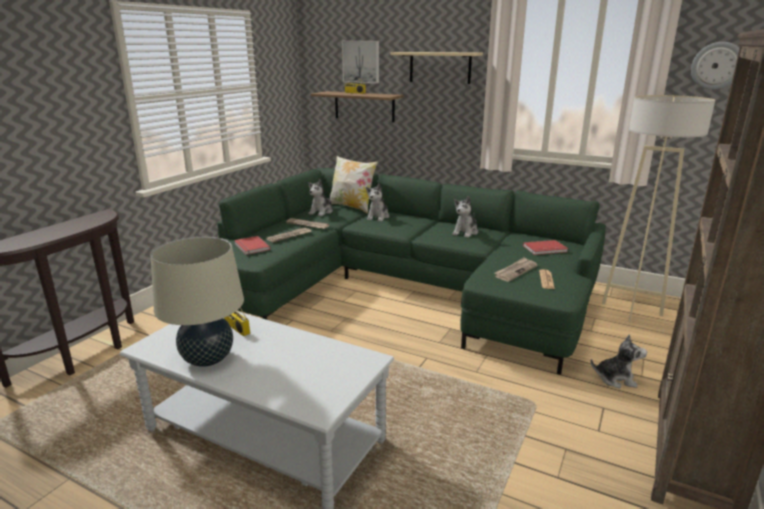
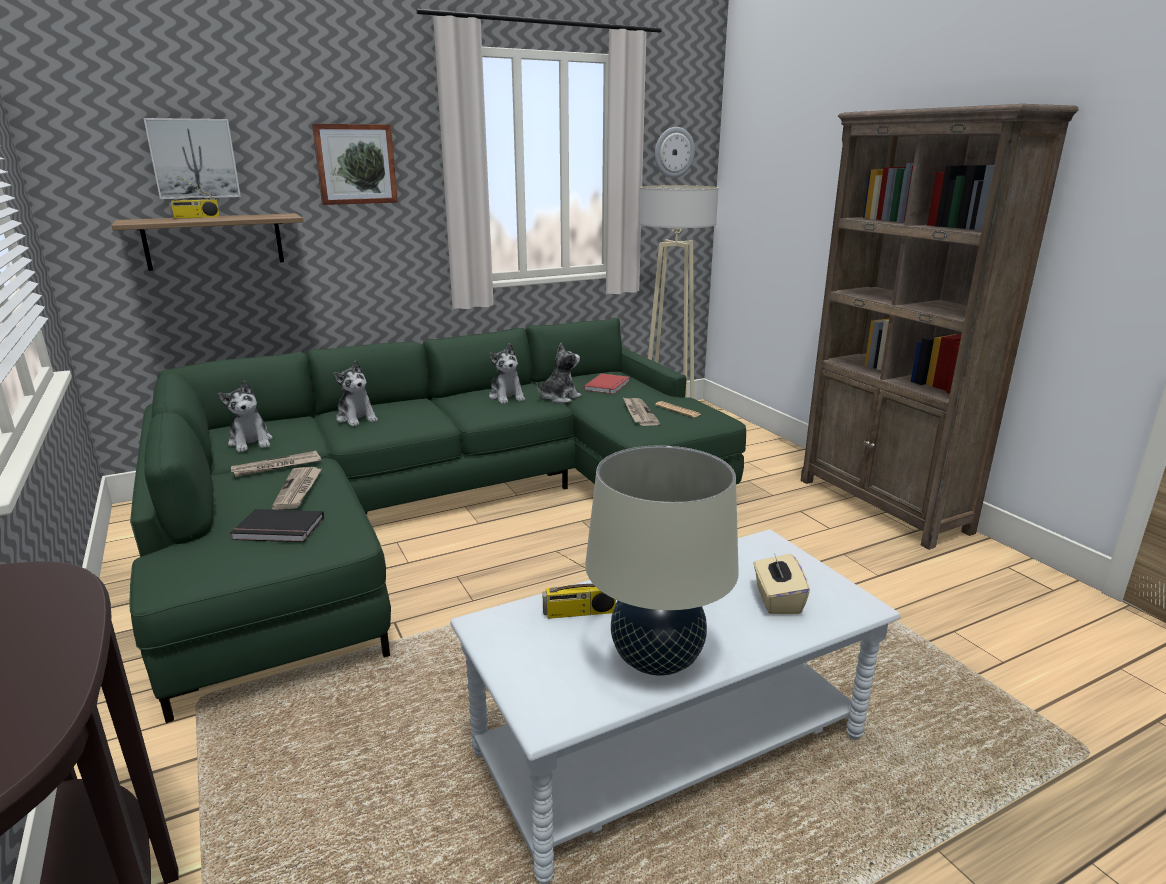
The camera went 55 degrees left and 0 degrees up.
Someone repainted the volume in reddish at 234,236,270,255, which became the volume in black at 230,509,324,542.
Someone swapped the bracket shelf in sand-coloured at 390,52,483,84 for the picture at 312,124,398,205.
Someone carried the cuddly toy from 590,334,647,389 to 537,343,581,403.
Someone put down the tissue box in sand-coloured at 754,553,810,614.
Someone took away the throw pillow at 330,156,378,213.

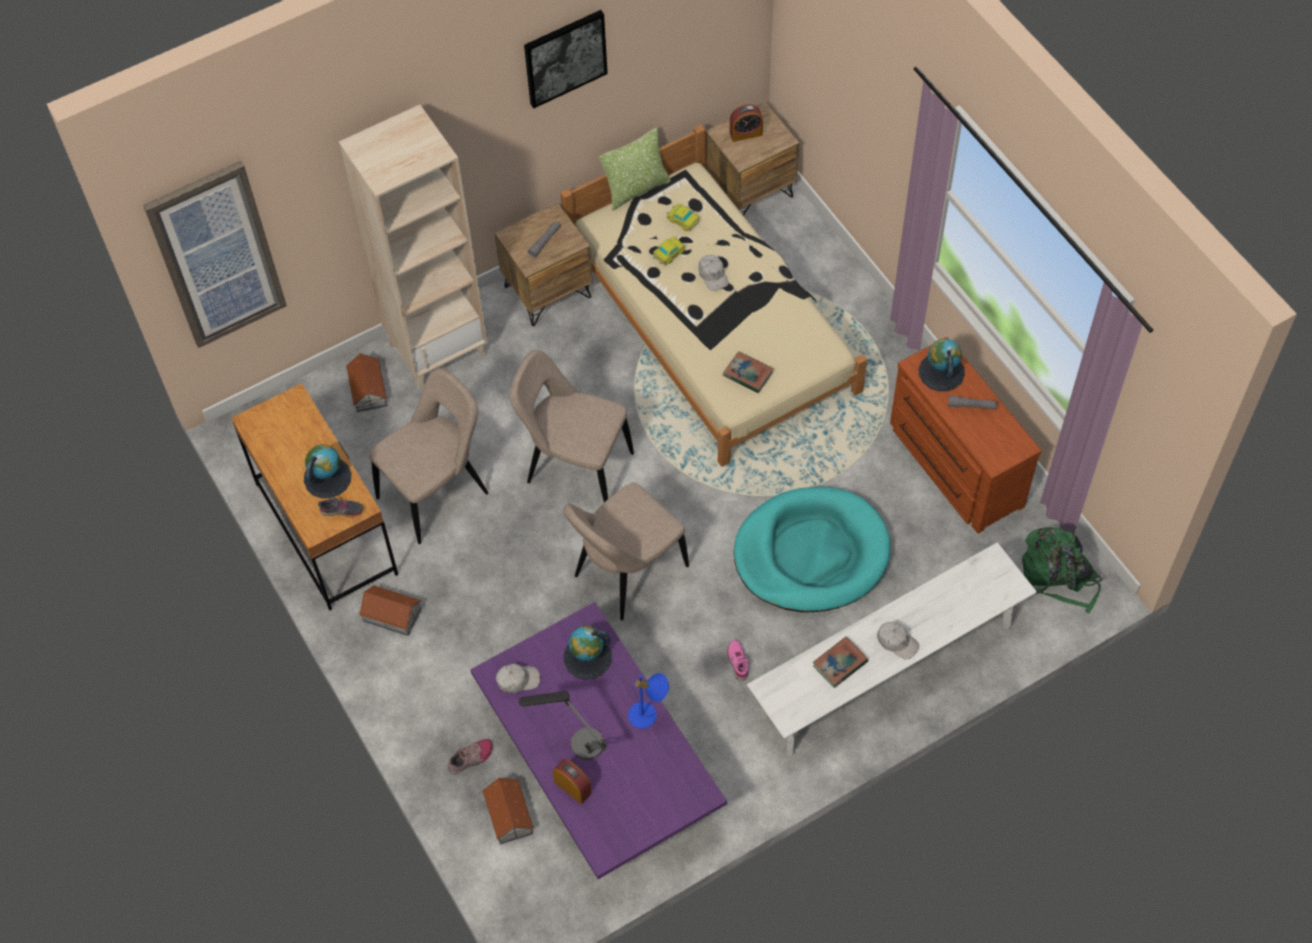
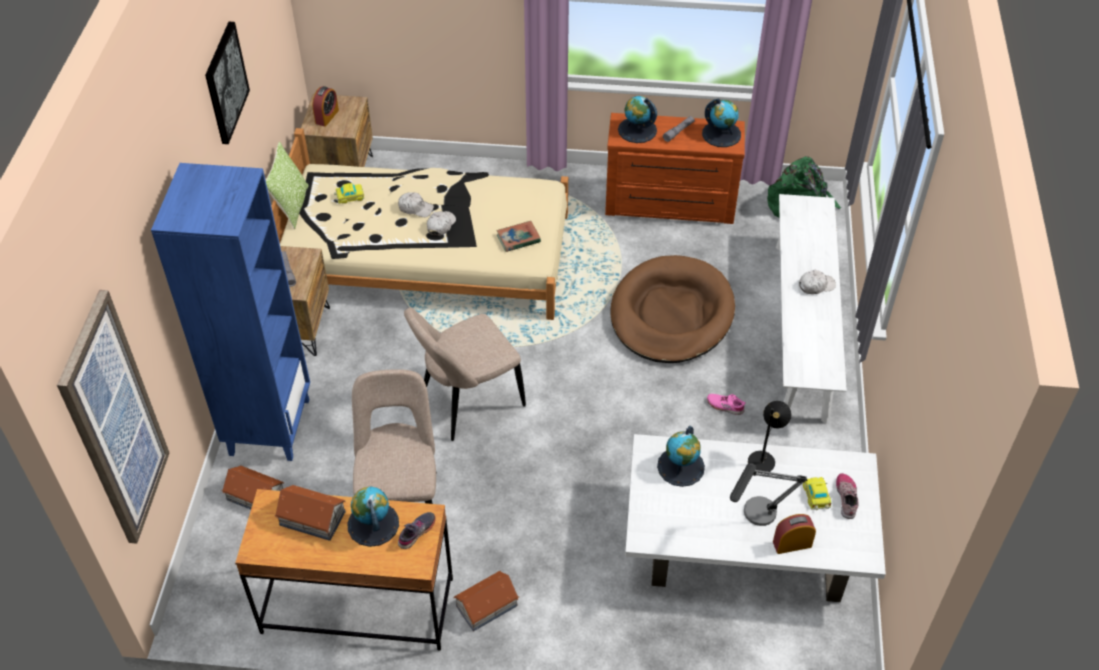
The camera went 55 degrees left and 10 degrees down.
Someone repainted the bookshelf in sand-coloured at 339,104,488,389, which became the bookshelf in blue at 151,163,310,461.
Someone carried the toy house from 482,778,534,844 to 275,485,346,541.
Someone carried the baseball cap in white from 496,664,540,693 to 427,211,456,236.
Someone repainted the dog bed in blue-green at 734,487,891,612, which became the dog bed in brownish at 610,255,735,363.
Someone repainted the low table in purple at 470,602,727,879, which became the low table in white at 625,434,886,602.
Someone put down the globe at 702,98,741,147.
Someone repainted the tabletop lamp in blue at 628,673,669,729, which became the tabletop lamp in black at 748,401,791,474.
Someone carried the miniature car from 652,236,686,266 to 803,477,831,510.
Someone carried the low shoe from 447,739,492,774 to 836,473,859,519.
Someone took away the upright chair in sand-coloured at 563,482,689,620.
Someone took away the volume at 813,636,868,688.

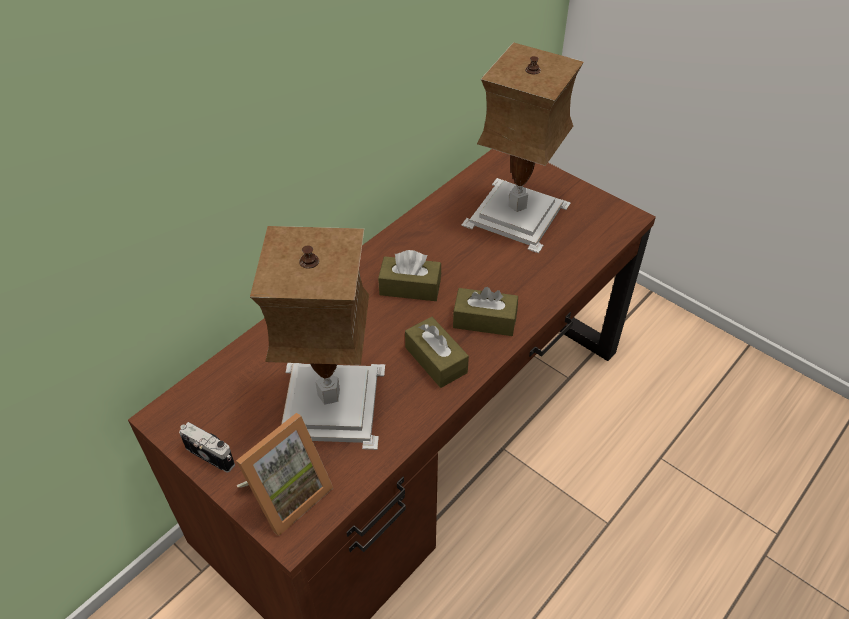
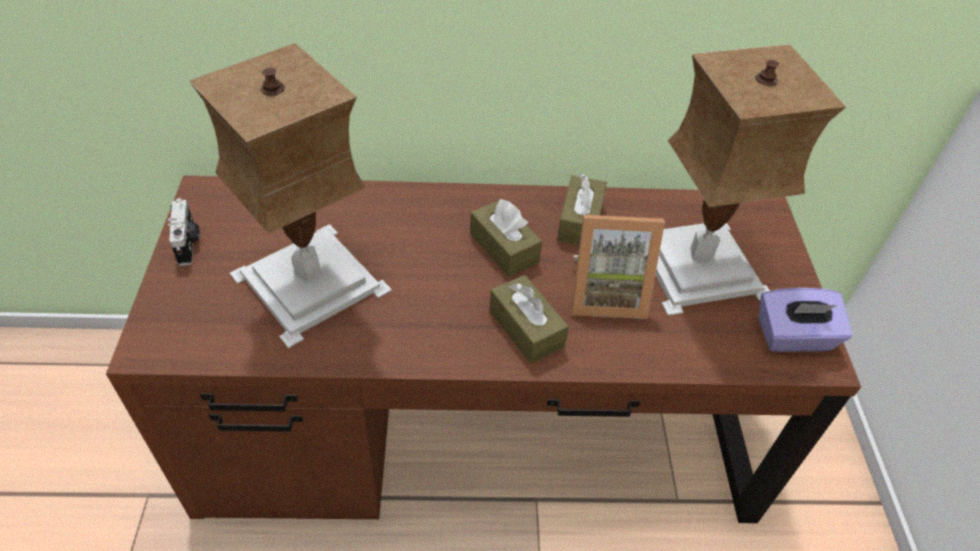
The camera went 45 degrees right and 0 degrees up.
Someone carried the tissue box in brownish from 405,317,469,388 to 557,173,607,245.
Someone carried the photo frame from 236,413,333,536 to 571,215,665,319.
Someone put down the tissue box in purple at 759,288,852,352.

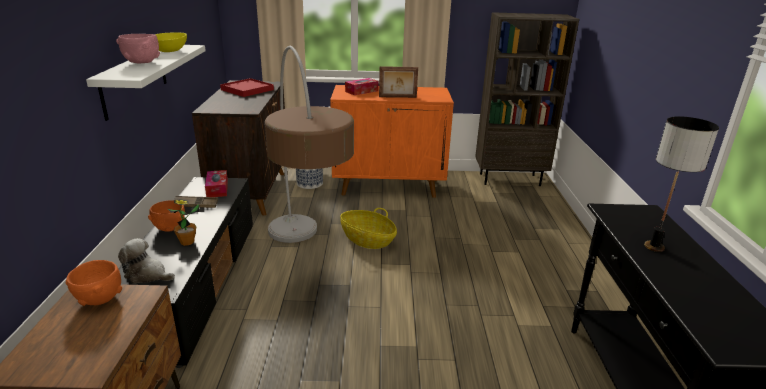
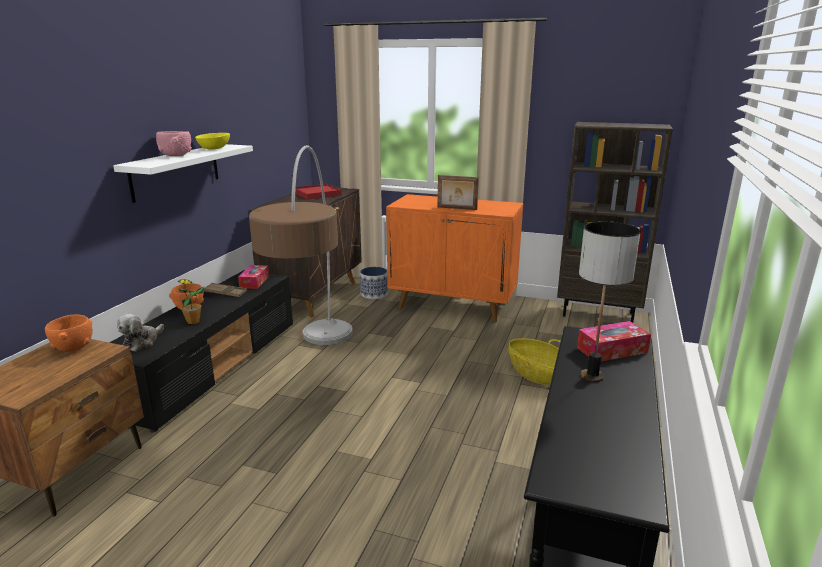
The camera went 20 degrees right and 5 degrees down.
Someone rotated the cuddly toy at 118,238,175,284 by 105 degrees counterclockwise.
Someone carried the storage basket from 340,208,397,249 to 508,338,561,385.
Someone carried the tissue box from 345,78,379,95 to 577,321,651,362.

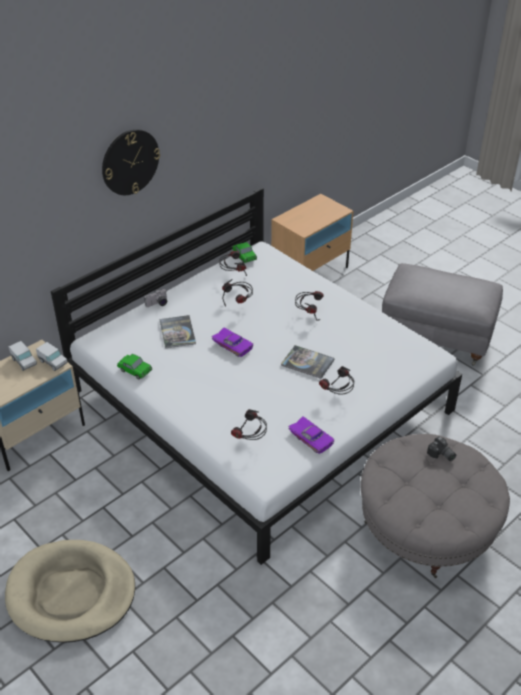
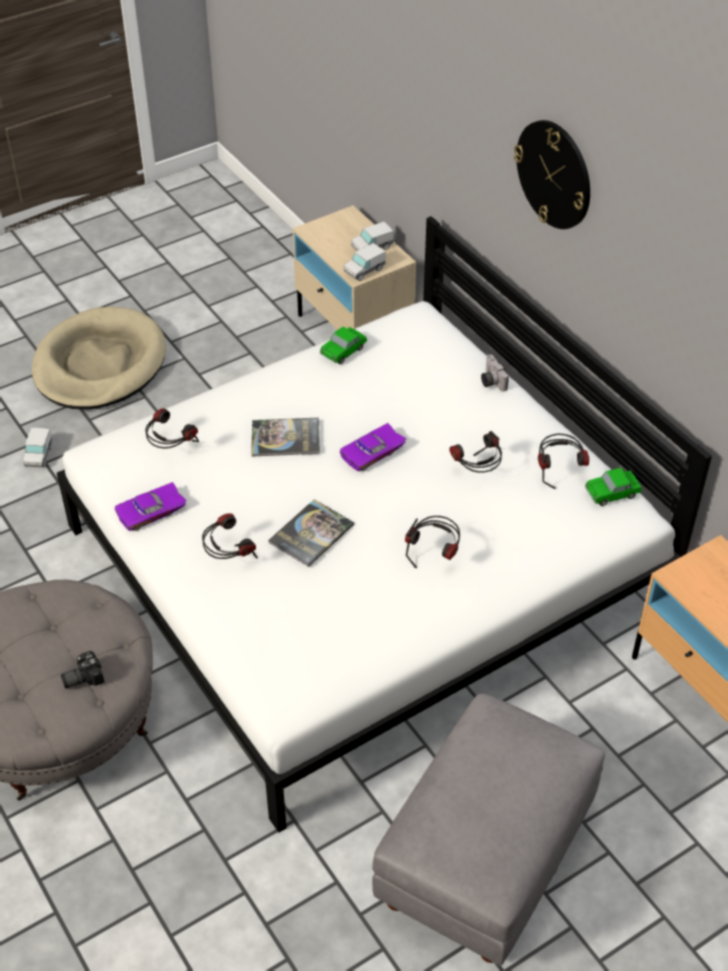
The camera went 100 degrees right and 5 degrees up.
Someone put down the toy truck at 23,428,52,467.
Someone carried the volume from 160,315,196,348 to 251,417,320,456.

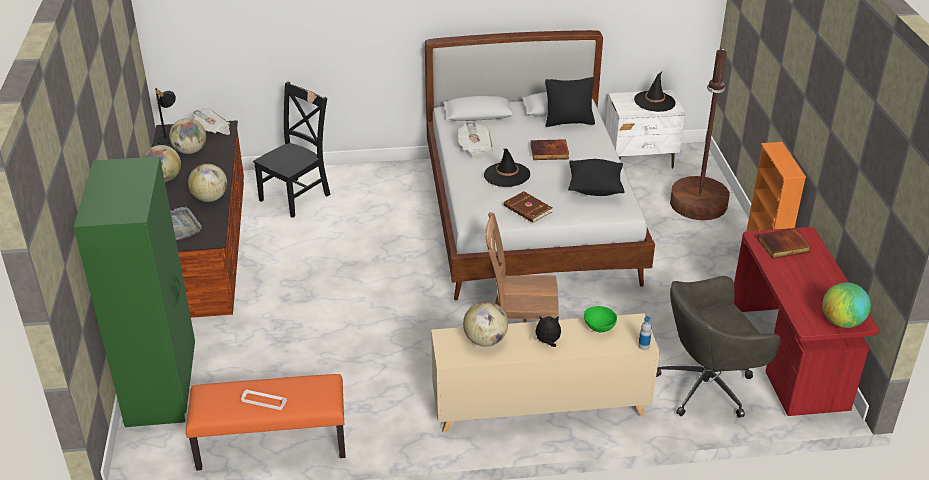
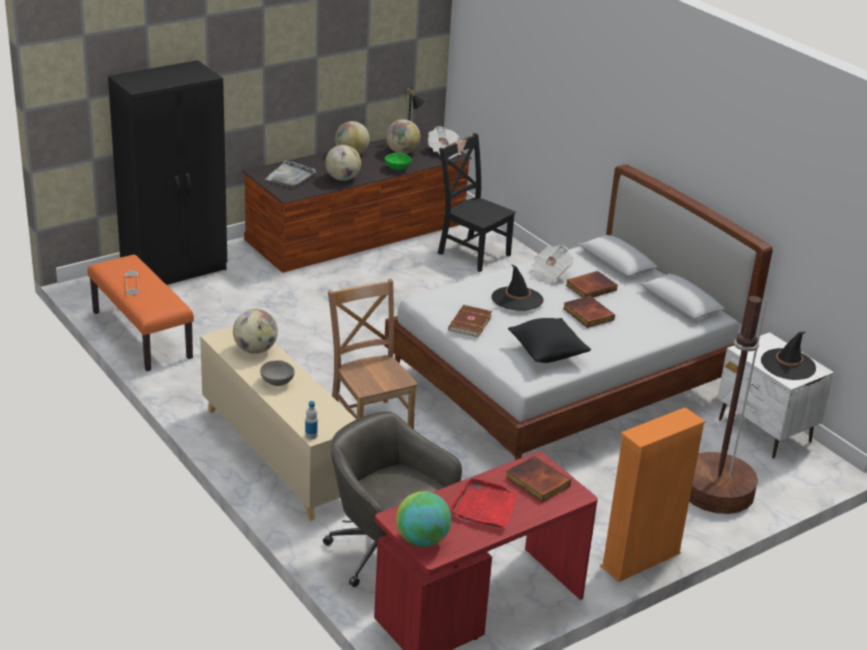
The camera went 60 degrees right and 5 degrees down.
Someone repainted the clothes cupboard in green at 74,157,195,427, which became the clothes cupboard in black at 108,60,227,285.
Someone swapped the cuddly toy at 534,316,561,347 for the bowl in grey at 260,360,295,386.
Someone carried the bowl in green from 584,306,617,332 to 385,153,411,170.
Someone rotated the upright chair in black at 253,81,330,218 by 150 degrees counterclockwise.
Someone put down the serving tray in reddish at 449,478,517,528.
Someone put down the volume at 566,271,618,298.
Someone took away the throw pillow in black at 545,77,595,127.

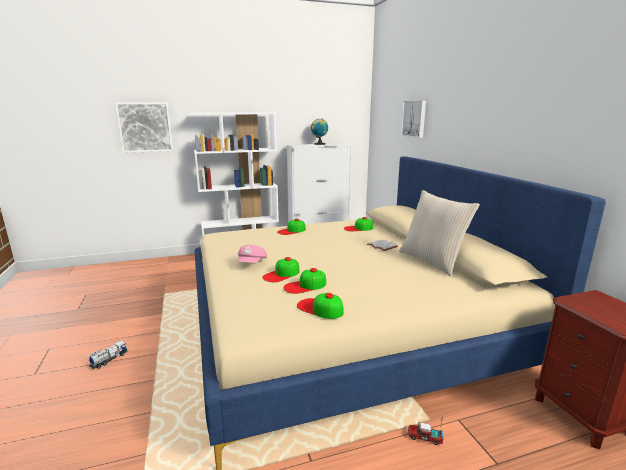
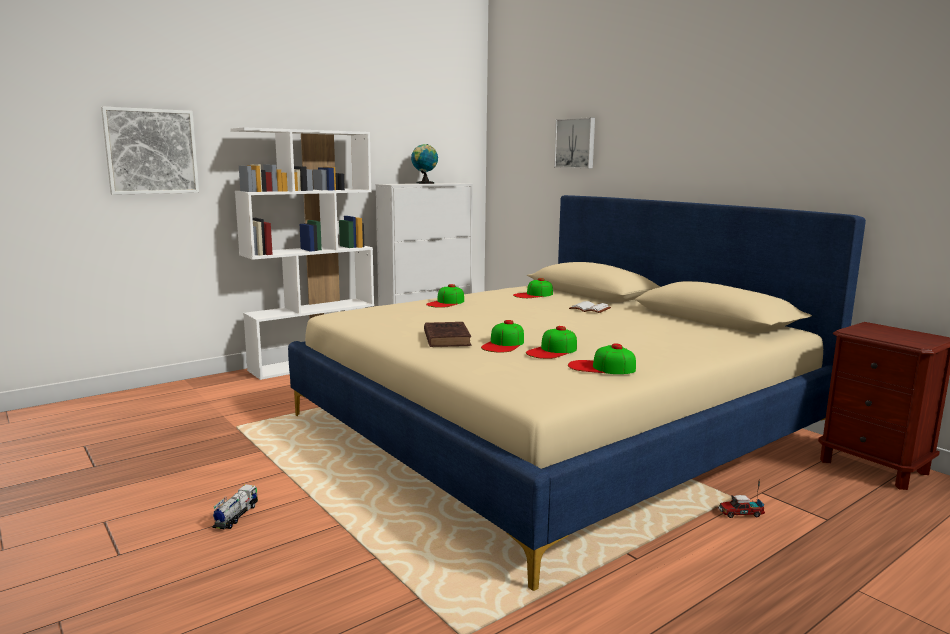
The camera went 20 degrees left and 5 degrees down.
Someone swapped the baseball cap in pinkish at 237,245,267,263 for the volume in brownish at 424,322,471,347.
Someone took away the throw pillow in sand-coloured at 399,190,480,276.

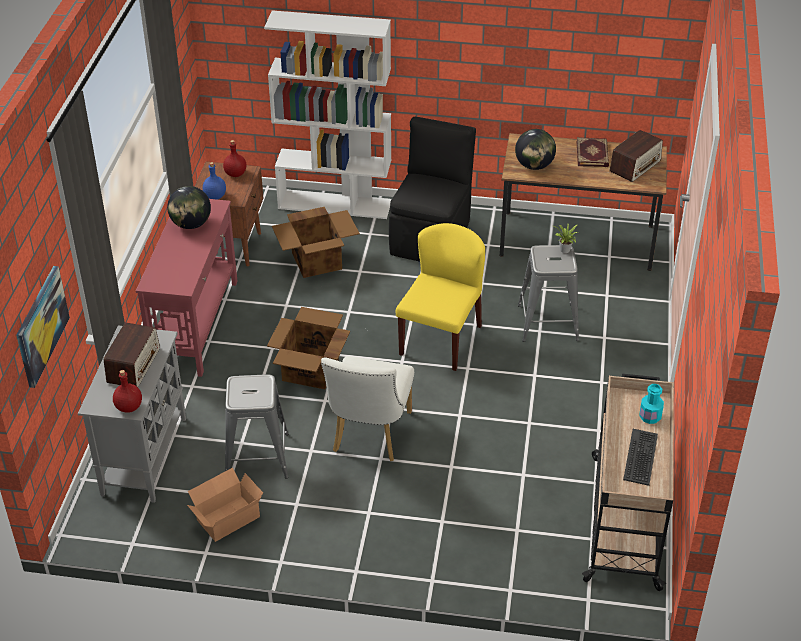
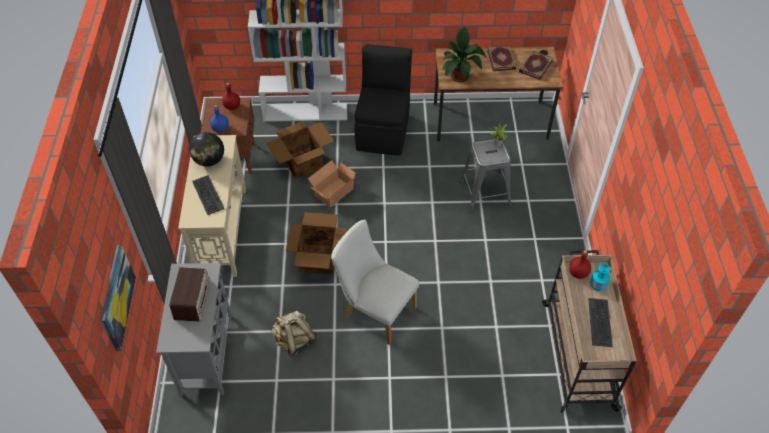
The camera went 10 degrees left and 10 degrees up.
Someone repainted the hall table in reddish at 136,199,238,377, which became the hall table in sand-coloured at 178,135,246,277.
Someone put down the computer keyboard at 192,175,224,215.
Someone swapped the stool in grey at 225,374,288,479 for the knapsack in sand-coloured at 271,311,317,356.
Someone carried the packing box from 187,468,263,542 to 308,160,356,208.
Someone rotated the upright chair in white at 321,356,414,461 by 120 degrees clockwise.
Someone swapped the globe at 515,129,556,170 for the houseplant at 442,27,487,82.
Someone swapped the radio set at 610,130,663,182 for the volume at 519,51,553,80.
Someone carried the drink bottle in reddish from 113,370,142,413 to 569,250,591,279.
Someone took away the upright chair in yellow-coloured at 396,223,485,371.

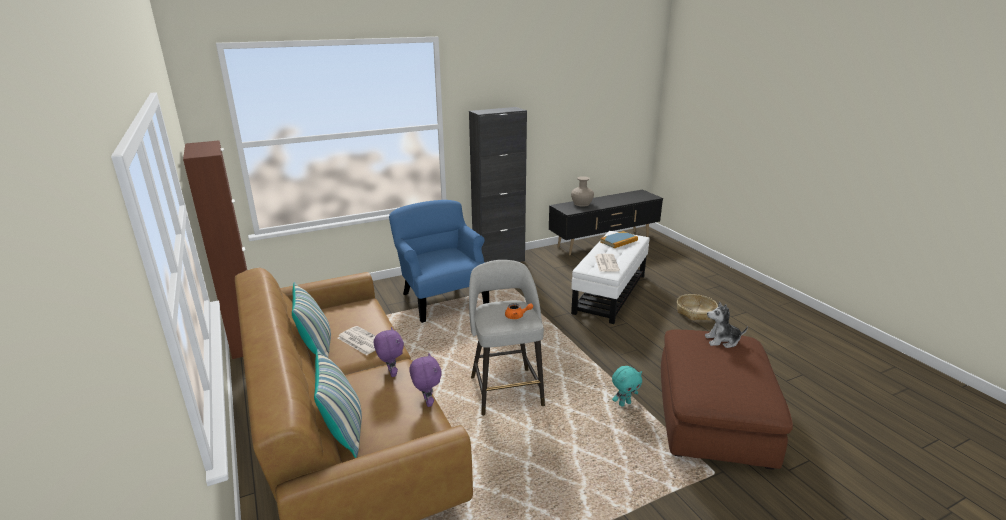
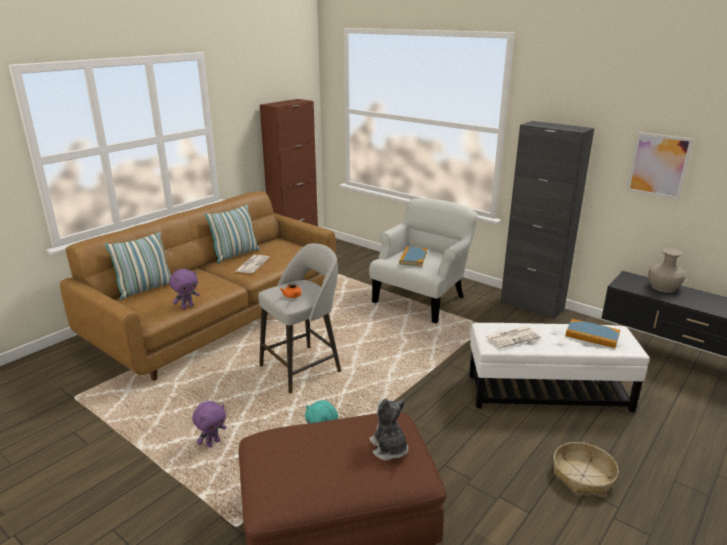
The camera went 65 degrees right and 0 degrees up.
Someone carried the cuddly toy in purple from 374,327,404,377 to 192,401,227,447.
Someone repainted the armchair in blue at 389,200,489,323, which became the armchair in white at 369,198,478,323.
Someone put down the volume at 399,246,427,267.
Someone put up the picture at 627,132,694,200.

